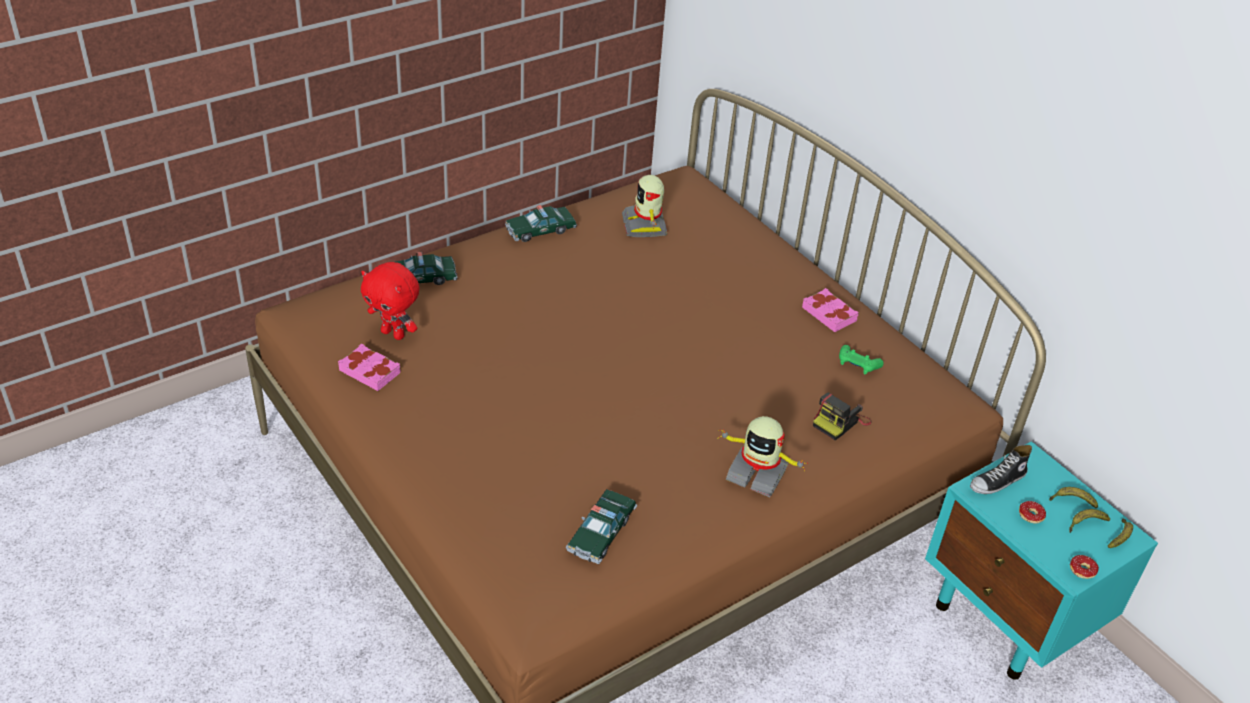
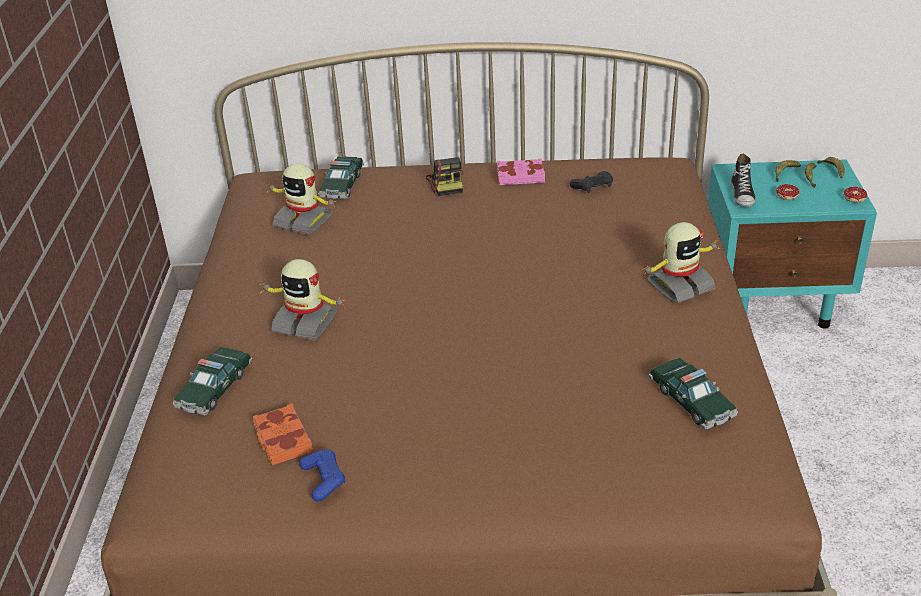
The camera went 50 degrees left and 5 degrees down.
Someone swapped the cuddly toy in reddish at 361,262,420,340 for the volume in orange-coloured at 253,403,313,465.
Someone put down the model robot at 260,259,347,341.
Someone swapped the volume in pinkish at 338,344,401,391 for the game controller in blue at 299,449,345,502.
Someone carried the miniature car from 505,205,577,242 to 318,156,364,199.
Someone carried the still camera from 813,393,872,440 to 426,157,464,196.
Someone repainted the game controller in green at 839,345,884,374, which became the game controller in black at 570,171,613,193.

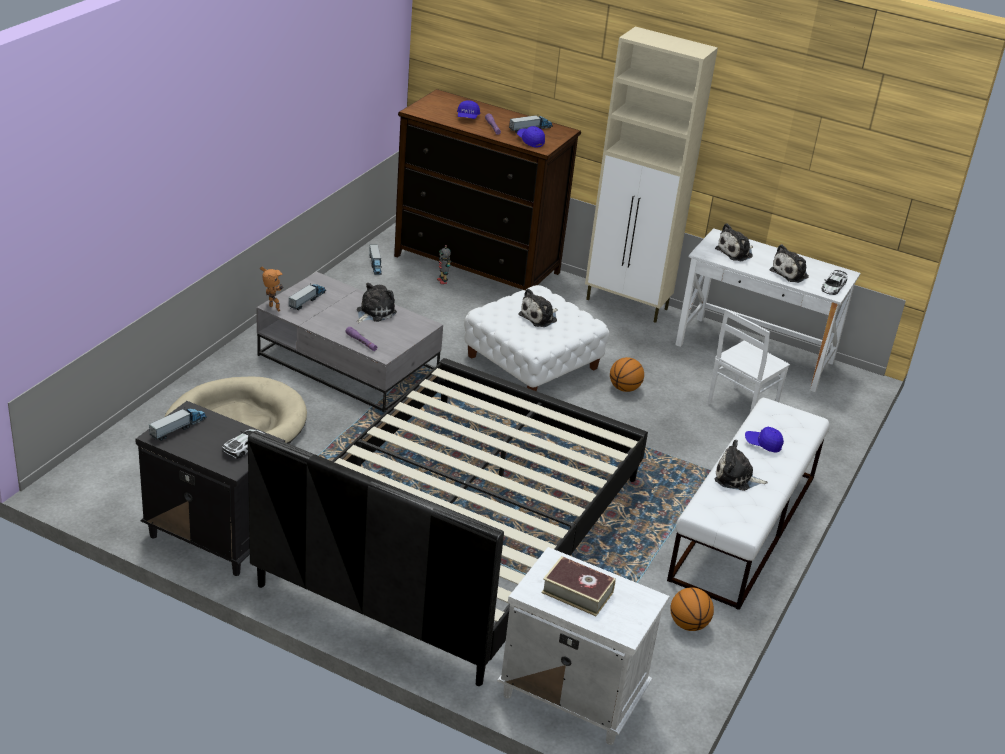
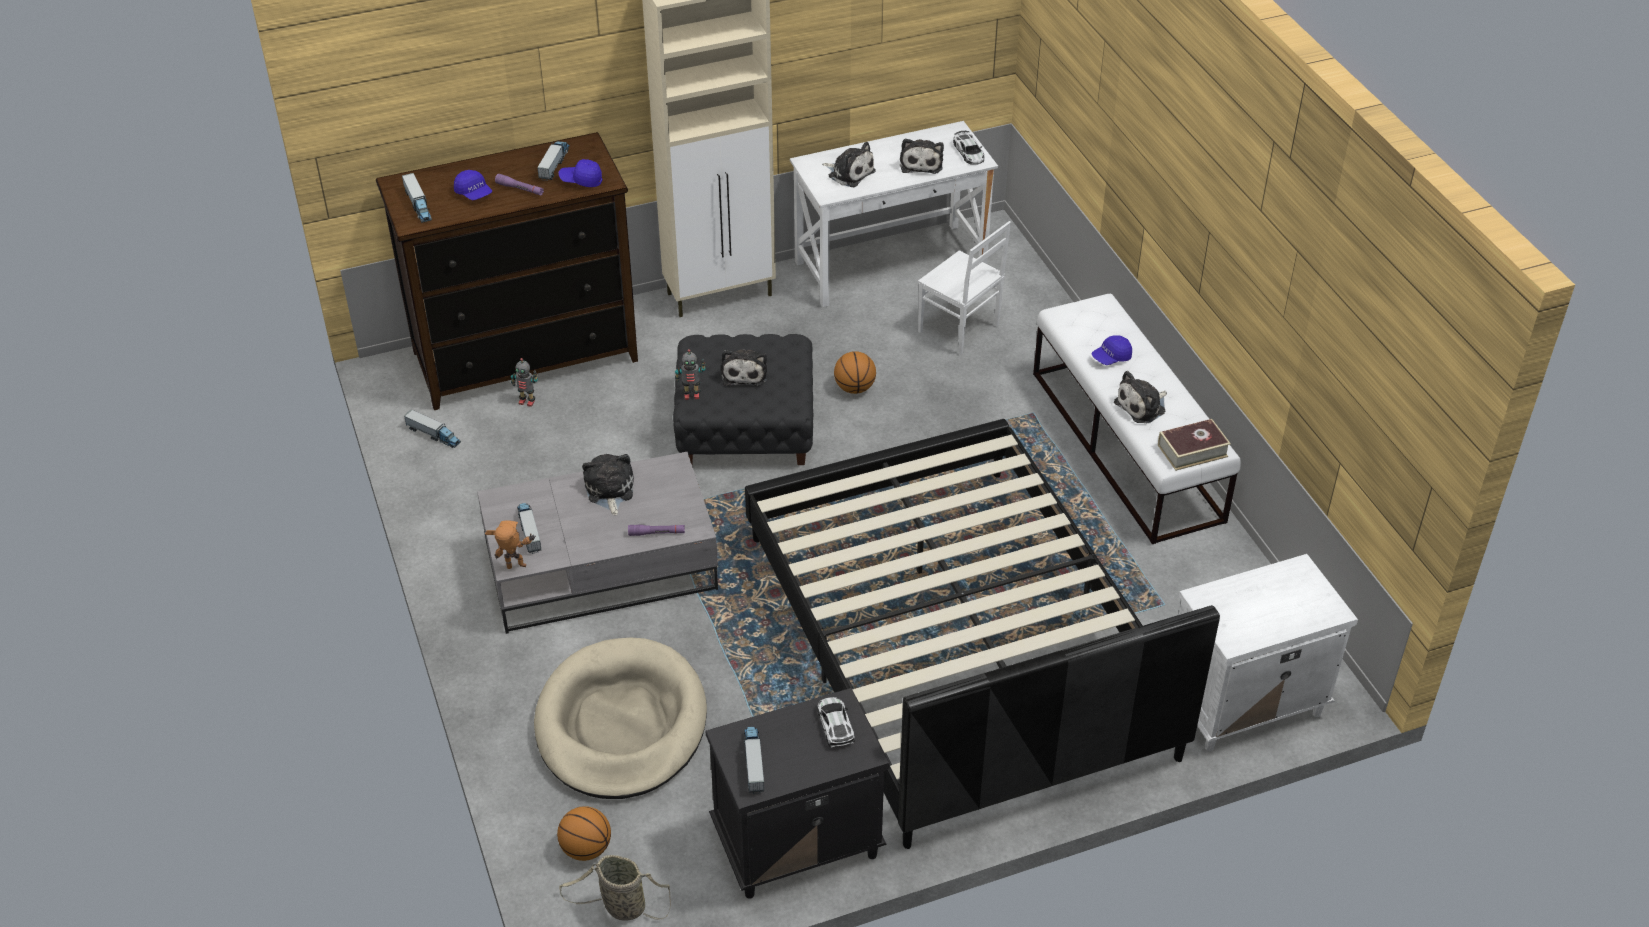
The camera went 45 degrees left and 10 degrees up.
Someone put down the toy truck at 402,173,432,223.
Someone carried the basketball ball from 670,587,714,631 to 557,806,611,861.
Someone put down the storage basket at 559,855,671,921.
Someone repainted the ottoman in white at 464,285,609,391, which became the ottoman in black at 673,334,813,465.
Someone put down the model robot at 675,349,706,400.
Someone rotated the cuddly toy at 715,223,753,261 by 60 degrees counterclockwise.
Someone rotated the upright chair in white at 708,309,790,413 by 45 degrees counterclockwise.
Someone carried the volume from 541,556,616,616 to 1158,419,1231,471.

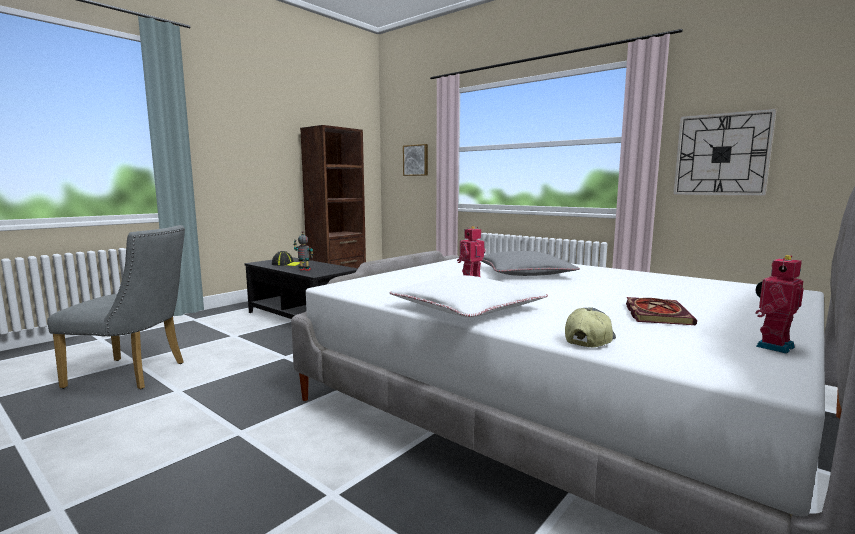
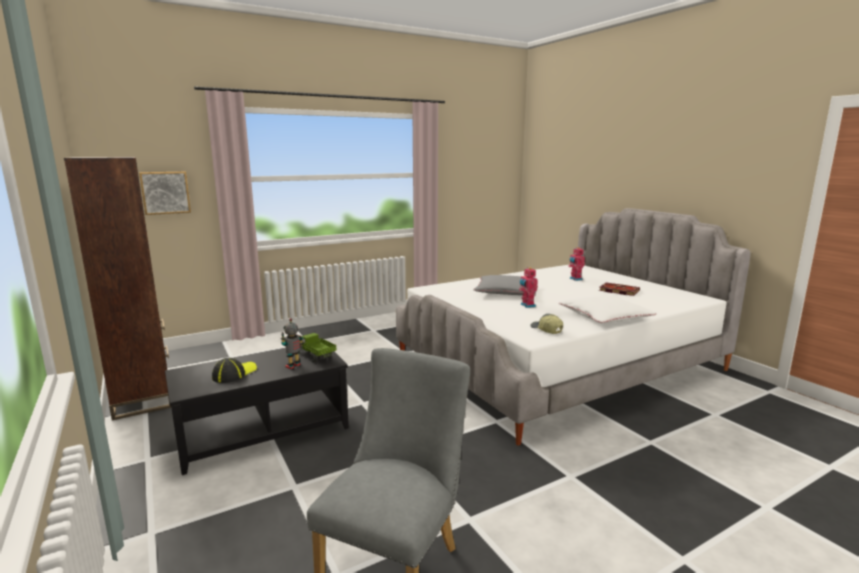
The camera went 70 degrees left and 5 degrees up.
Someone put down the toy truck at 300,333,337,363.
Someone carried the baseball cap from 565,307,616,347 to 530,314,563,334.
Someone carried the model robot from 755,255,804,354 to 569,247,585,281.
Someone took away the hanging clock at 673,109,777,196.

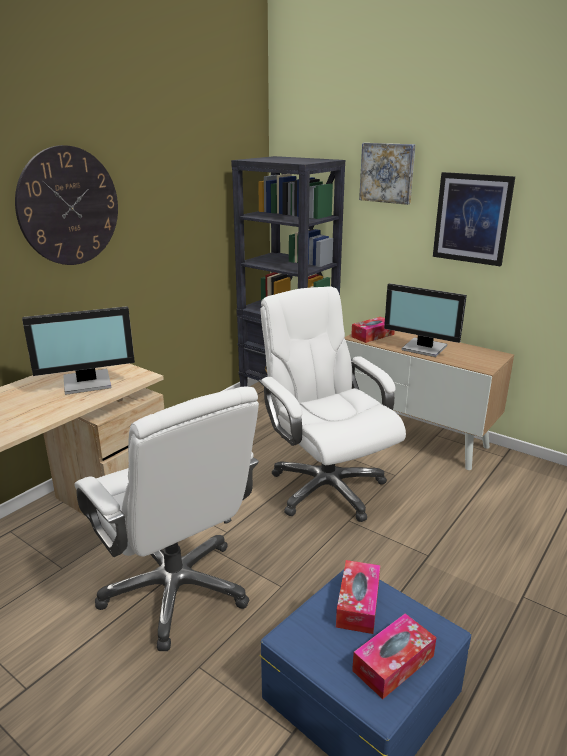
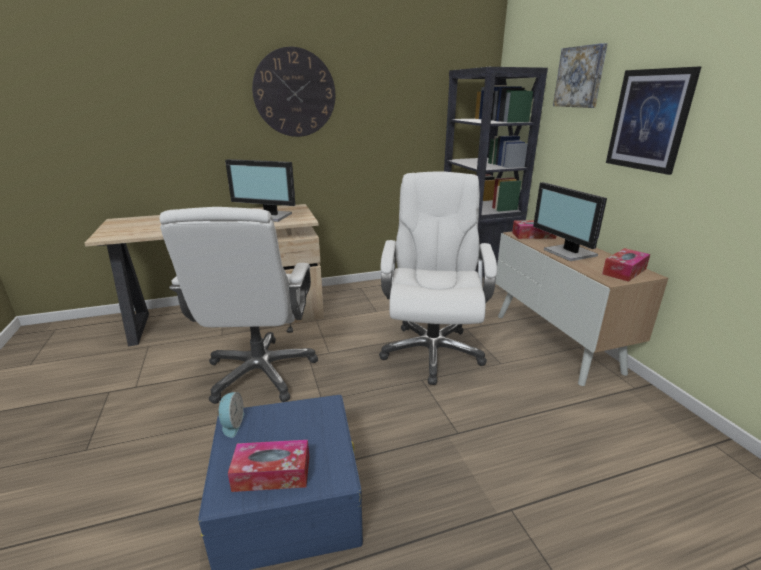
The camera went 35 degrees right and 0 degrees up.
Someone put down the bedside clock at 217,392,245,438.
Someone carried the tissue box from 336,560,380,634 to 602,248,650,282.

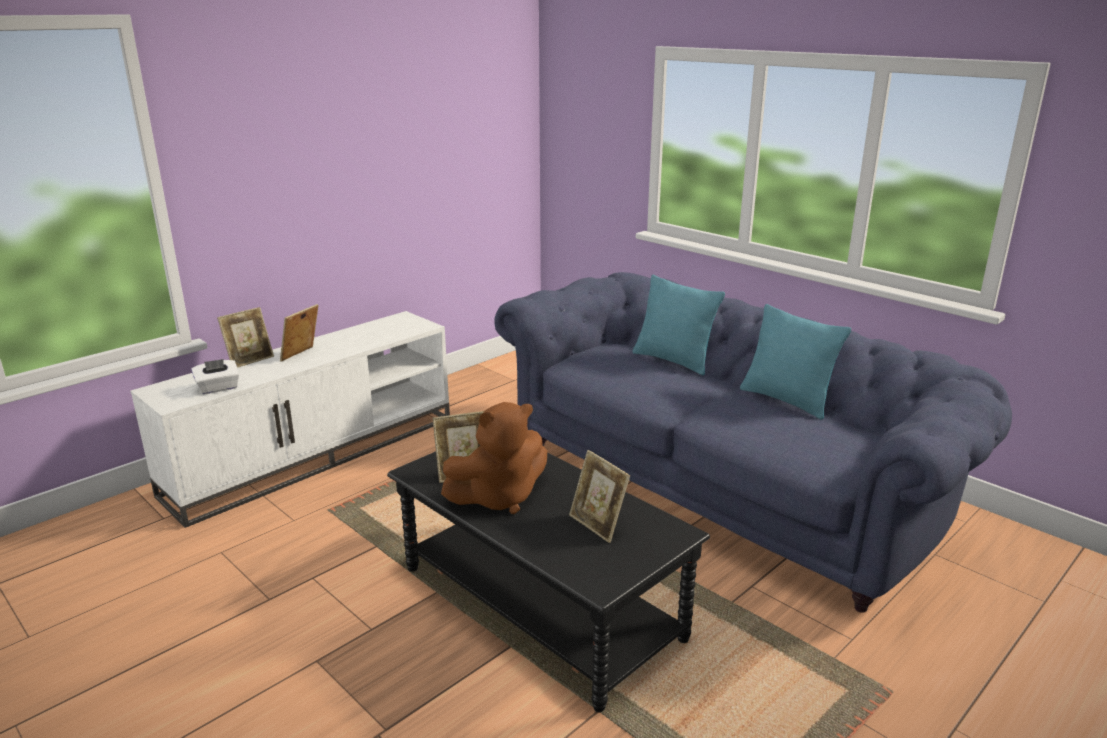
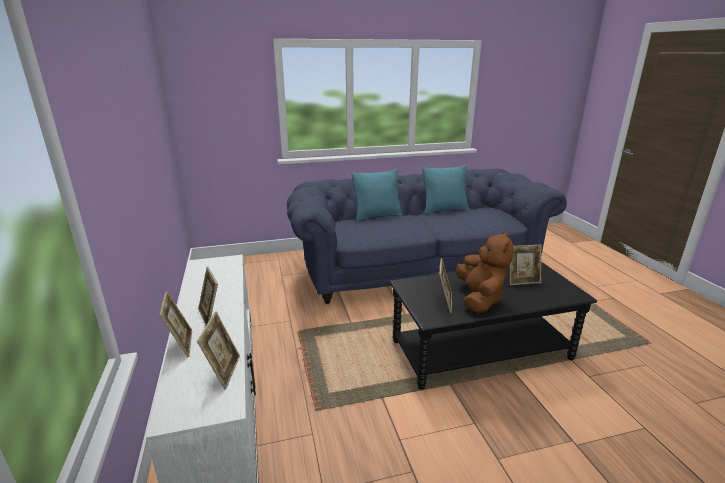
The camera went 60 degrees left and 0 degrees up.
Someone swapped the tissue box in white at 191,359,239,394 for the photo frame at 197,312,240,389.

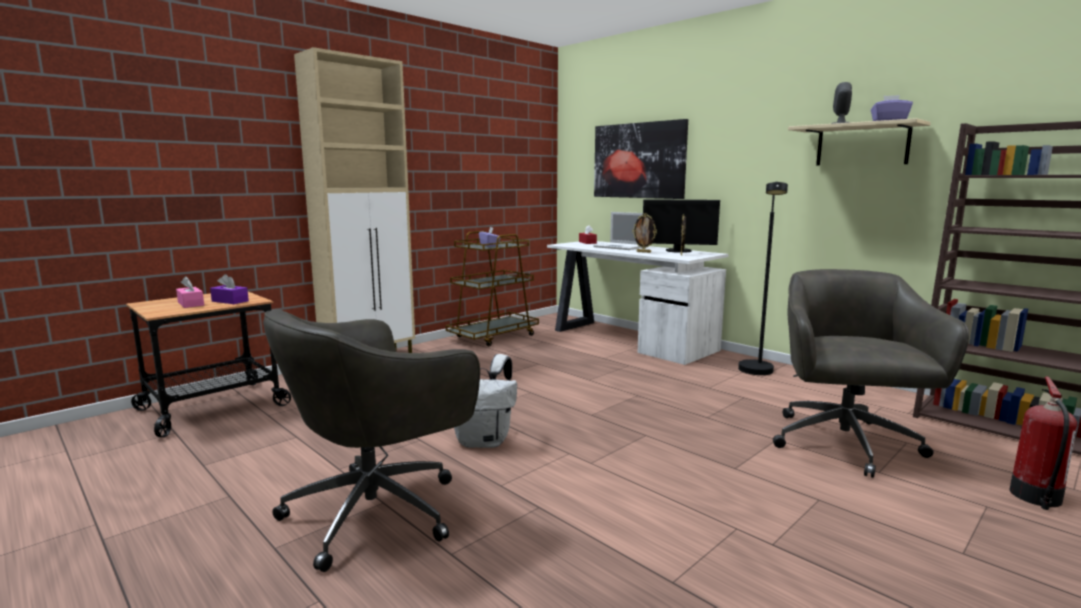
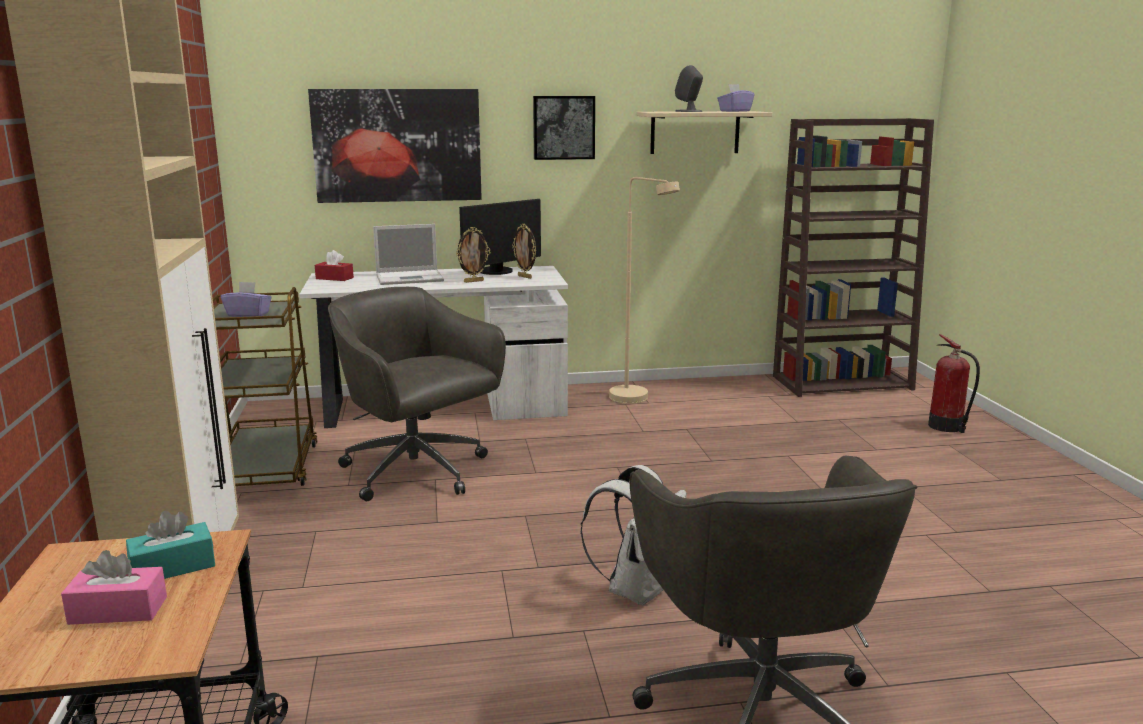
The camera went 55 degrees left and 5 degrees up.
Someone repainted the tissue box in purple at 210,274,249,304, which became the tissue box in blue-green at 126,511,215,579.
Someone carried the office chair in grey from 773,269,969,478 to 328,287,506,501.
Someone put up the picture at 533,96,595,160.
Someone repainted the standard lamp in black at 738,182,788,375, which became the standard lamp in sand-coloured at 609,177,680,404.

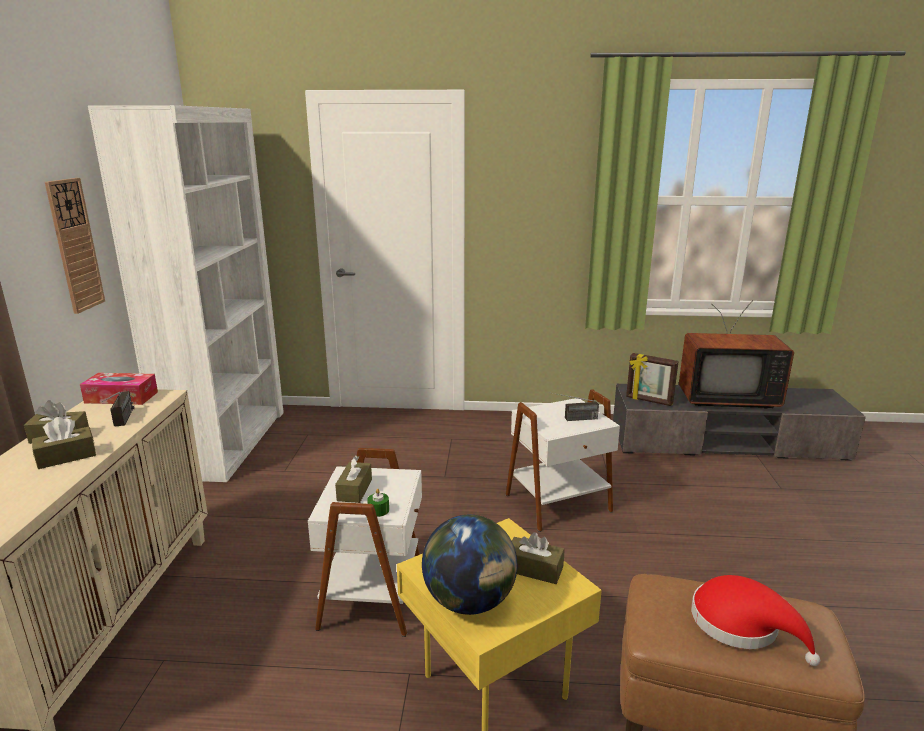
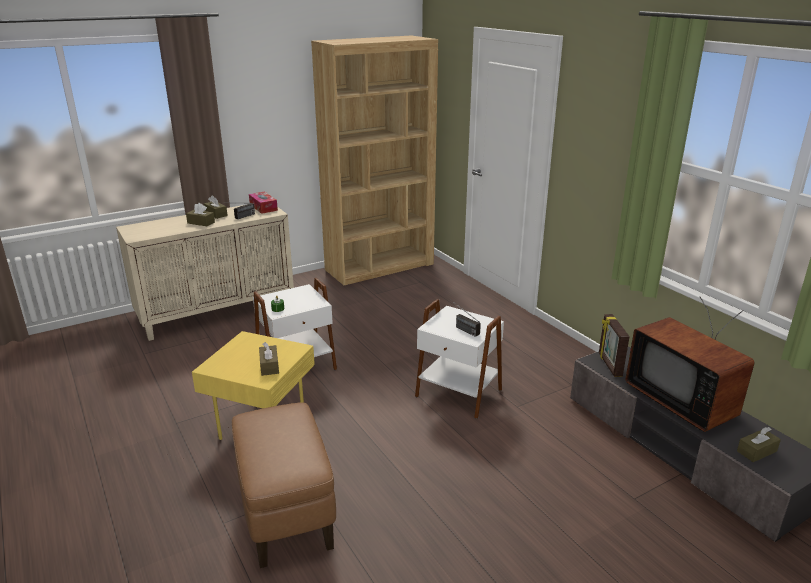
The camera went 55 degrees right and 5 degrees up.
Someone repainted the bookshelf in white at 88,105,284,482, which became the bookshelf in brownish at 311,35,438,285.
Someone carried the tissue box in brownish from 335,456,372,503 to 737,427,781,462.
Someone took away the hanging clock at 45,178,105,314.
Someone took away the globe at 422,515,517,615.
Someone took away the clothing hat in reddish at 691,575,820,666.

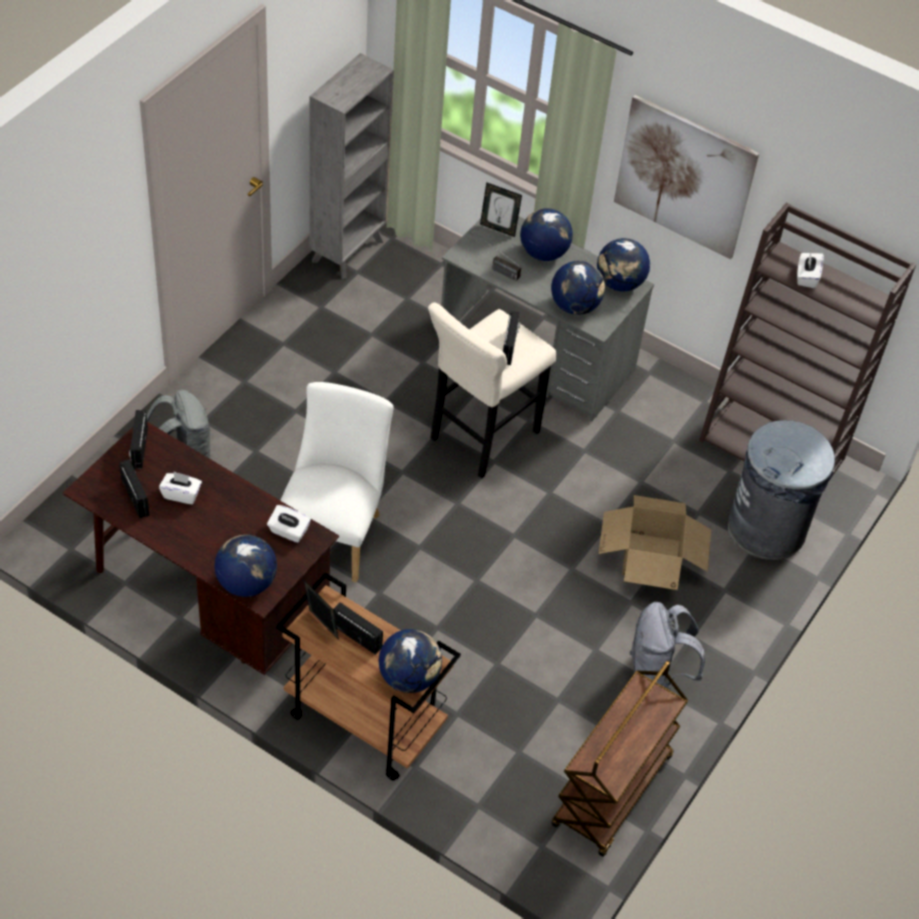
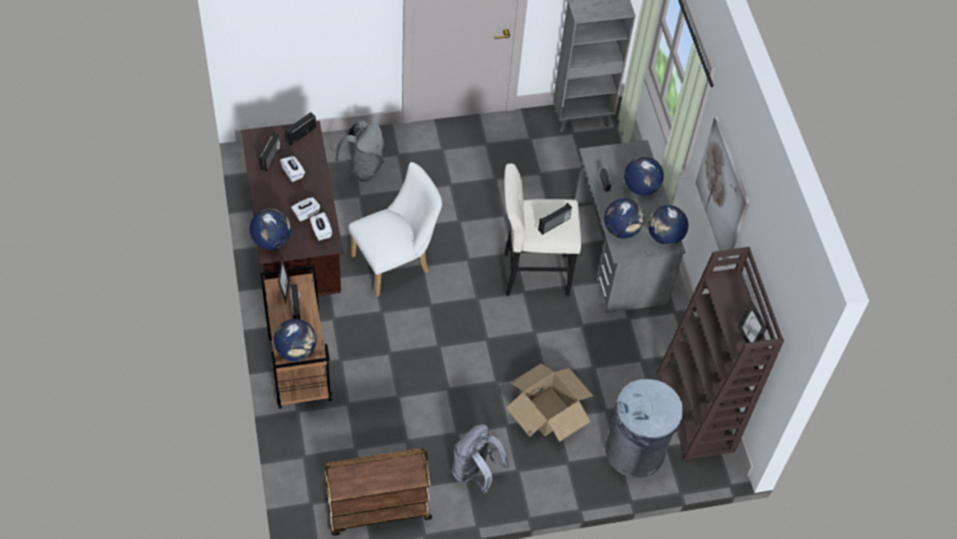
The camera went 45 degrees right and 5 degrees up.
Someone carried the tissue box in white from 797,252,824,288 to 291,197,320,221.
Someone carried the photo frame from 480,182,522,237 to 738,301,767,351.

